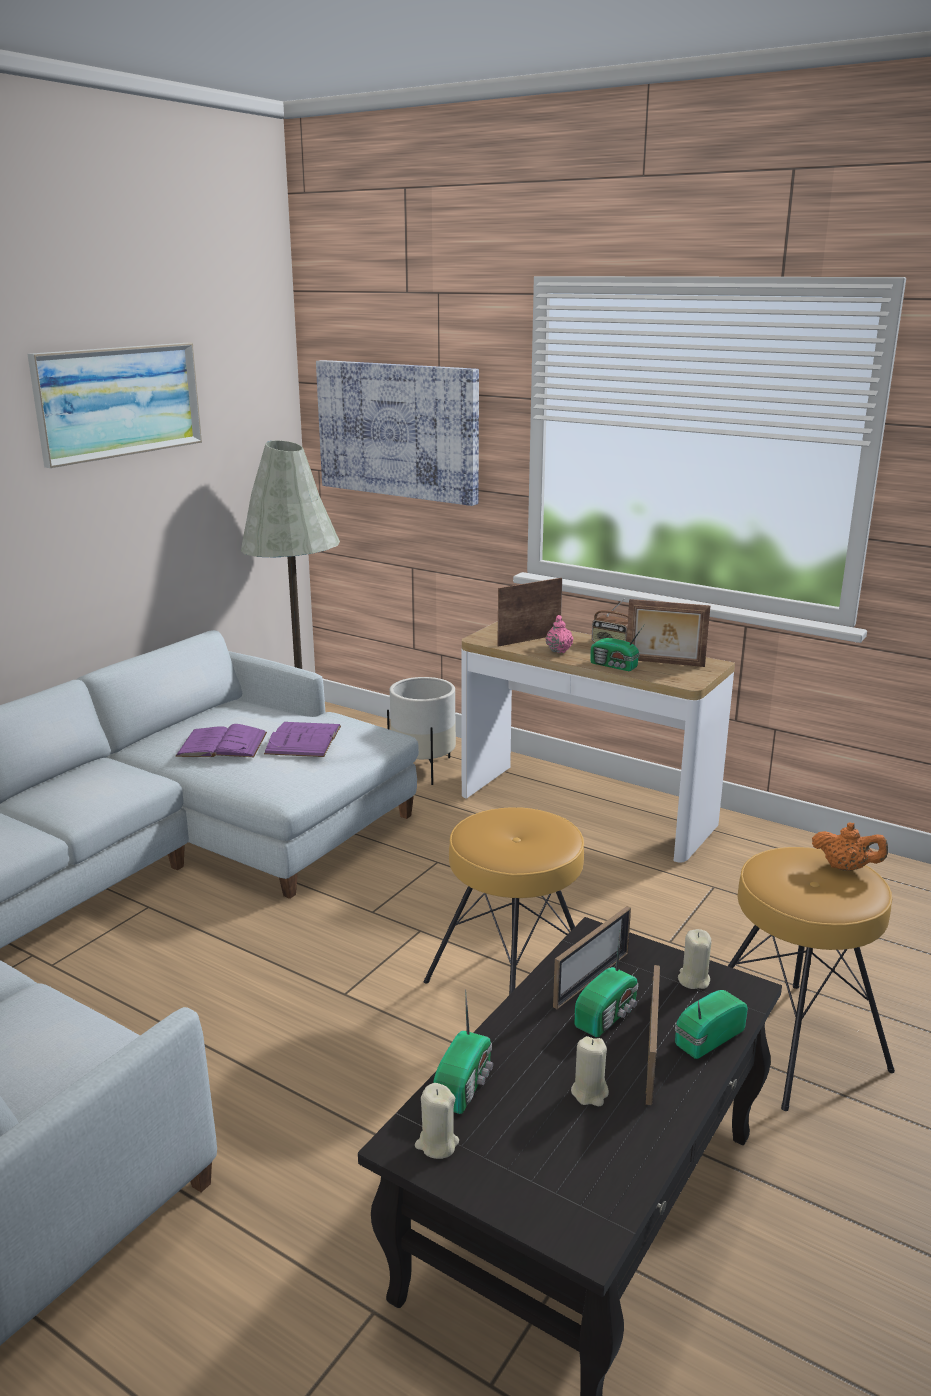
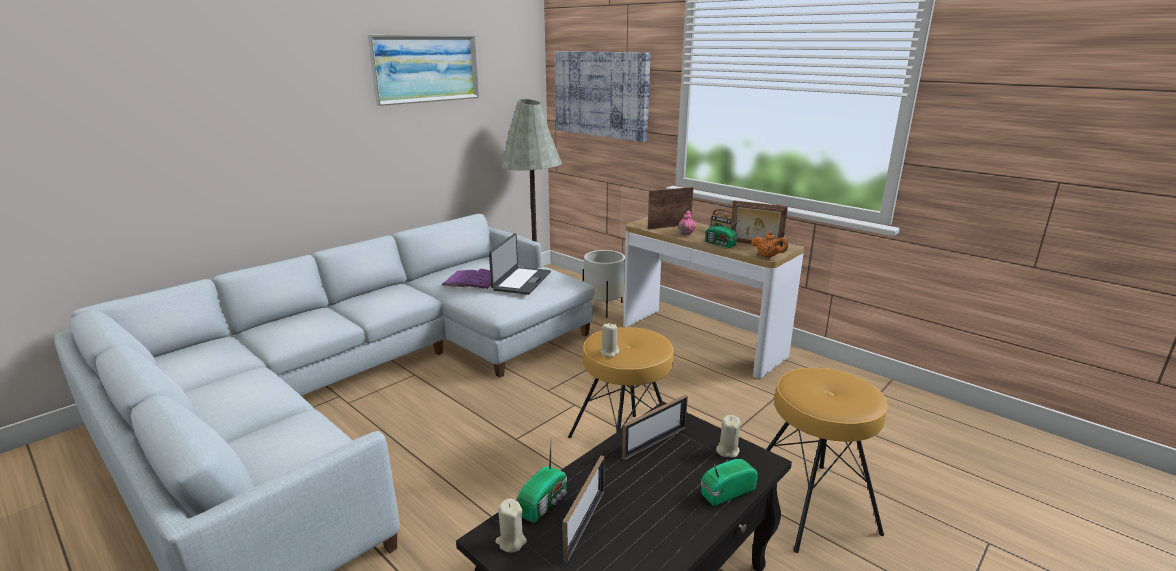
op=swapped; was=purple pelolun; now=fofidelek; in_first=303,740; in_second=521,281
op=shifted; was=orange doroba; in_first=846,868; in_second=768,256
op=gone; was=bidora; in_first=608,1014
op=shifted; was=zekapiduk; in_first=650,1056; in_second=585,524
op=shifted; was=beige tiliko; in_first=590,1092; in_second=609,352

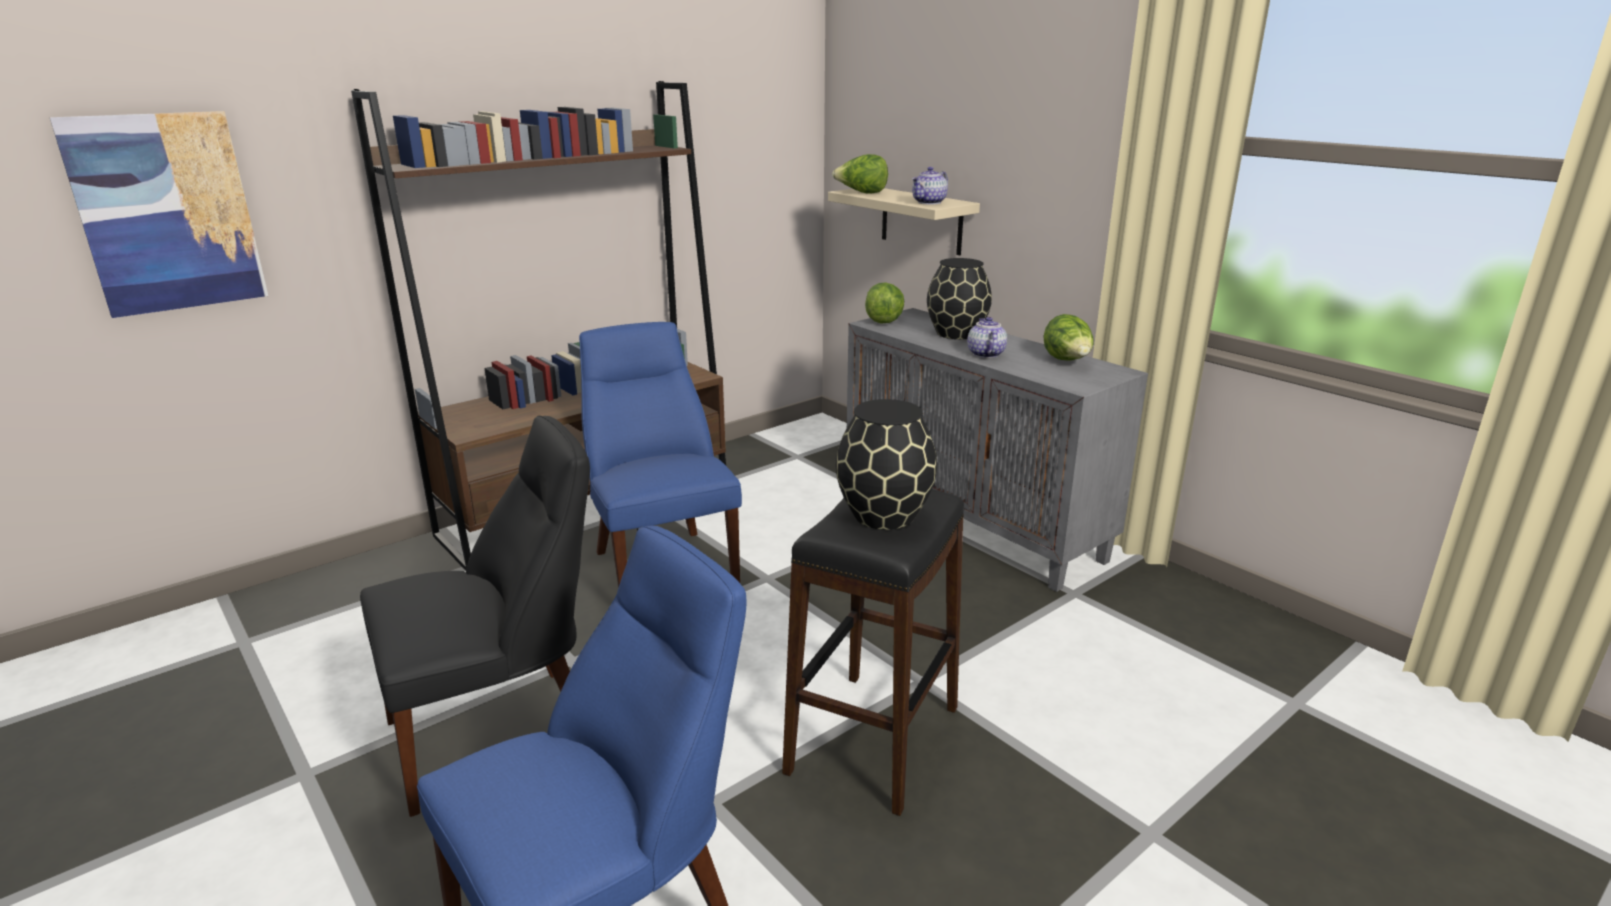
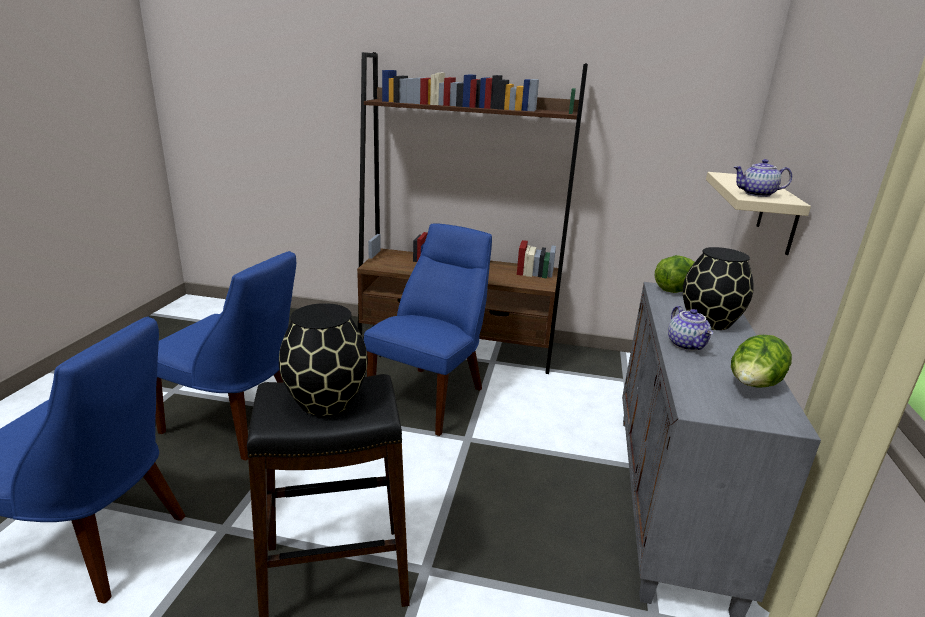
op=gone; was=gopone; in_first=167,213
op=gone; was=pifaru; in_first=862,193
op=rotated; was=doroba; in_first=984,354; in_second=687,345; clockwise=120
op=repainted; was=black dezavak; now=blue dezavak; in_first=502,732; in_second=238,424

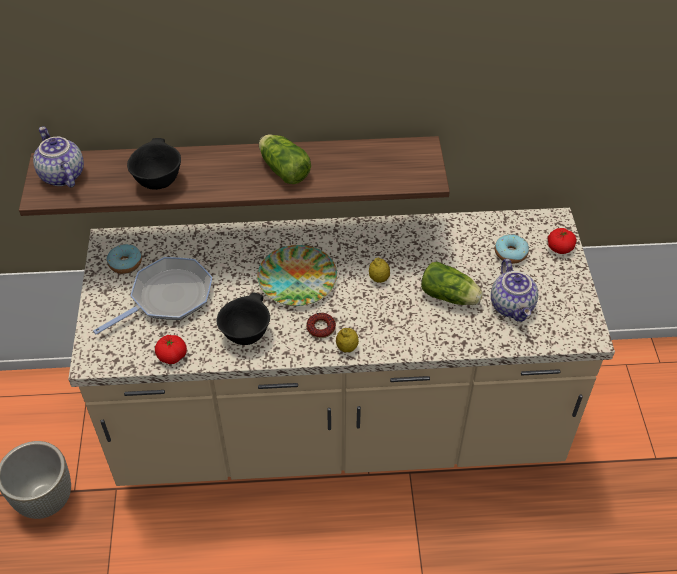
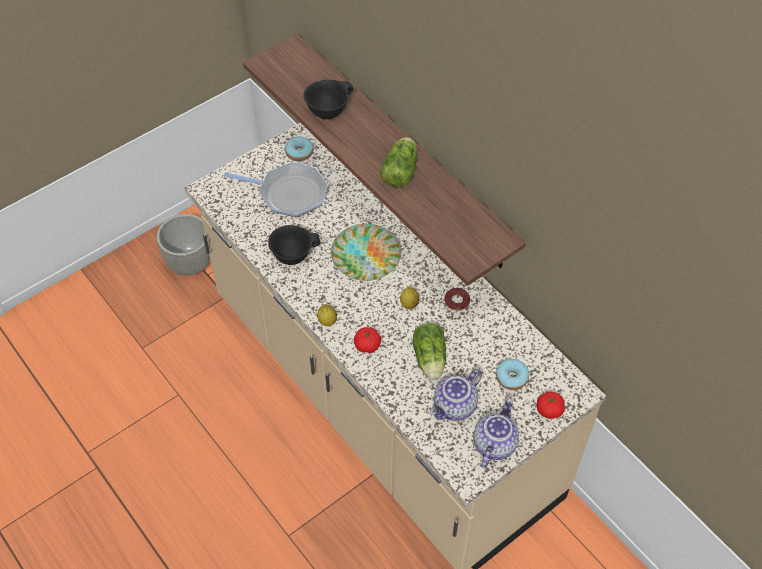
op=shifted; was=doroba; in_first=61,175; in_second=493,443
op=shifted; was=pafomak; in_first=321,328; in_second=457,301
op=shifted; was=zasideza; in_first=172,356; in_second=367,345

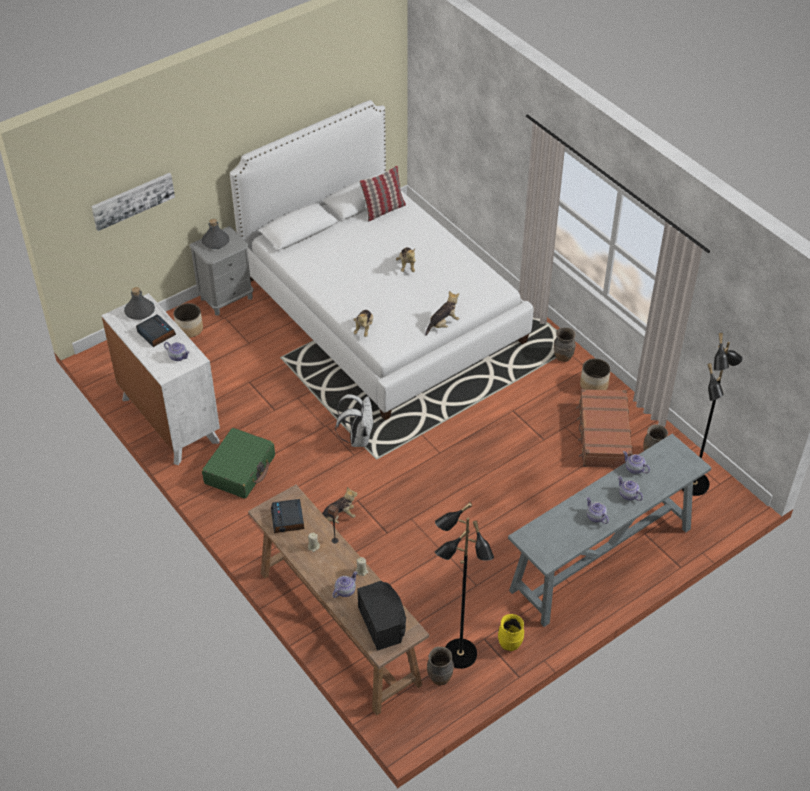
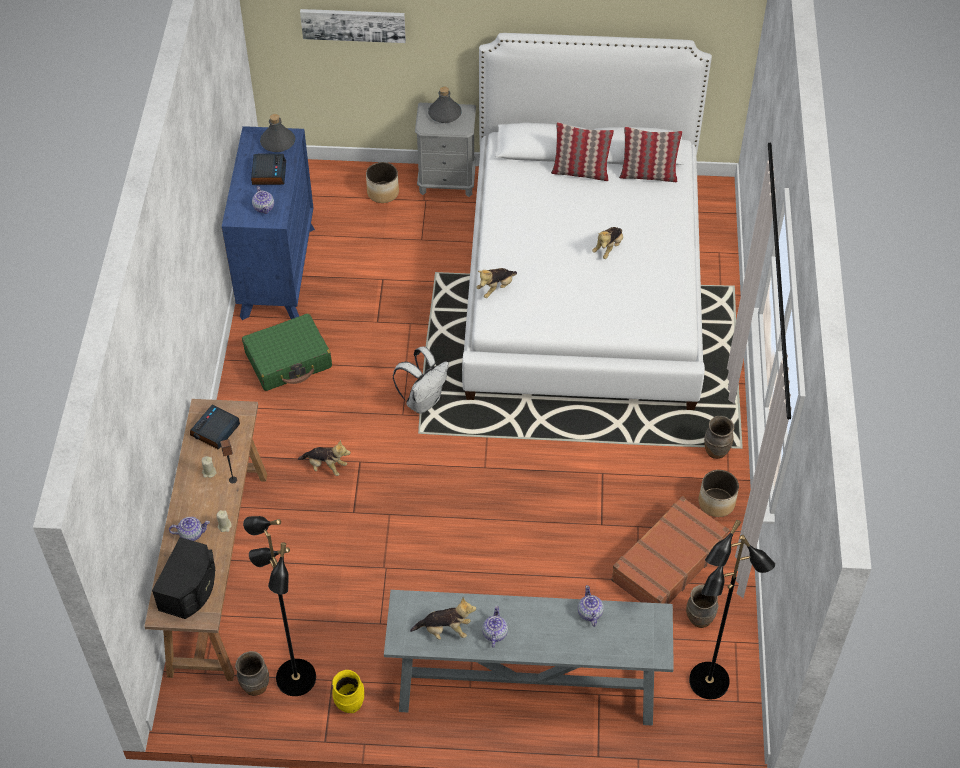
op=shifted; was=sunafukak; in_first=443,324; in_second=445,630
op=repainted; was=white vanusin; now=blue vanusin; in_first=170,420; in_second=277,272
op=gone; was=doroba; in_first=628,495
op=new; now=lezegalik; in_second=580,172

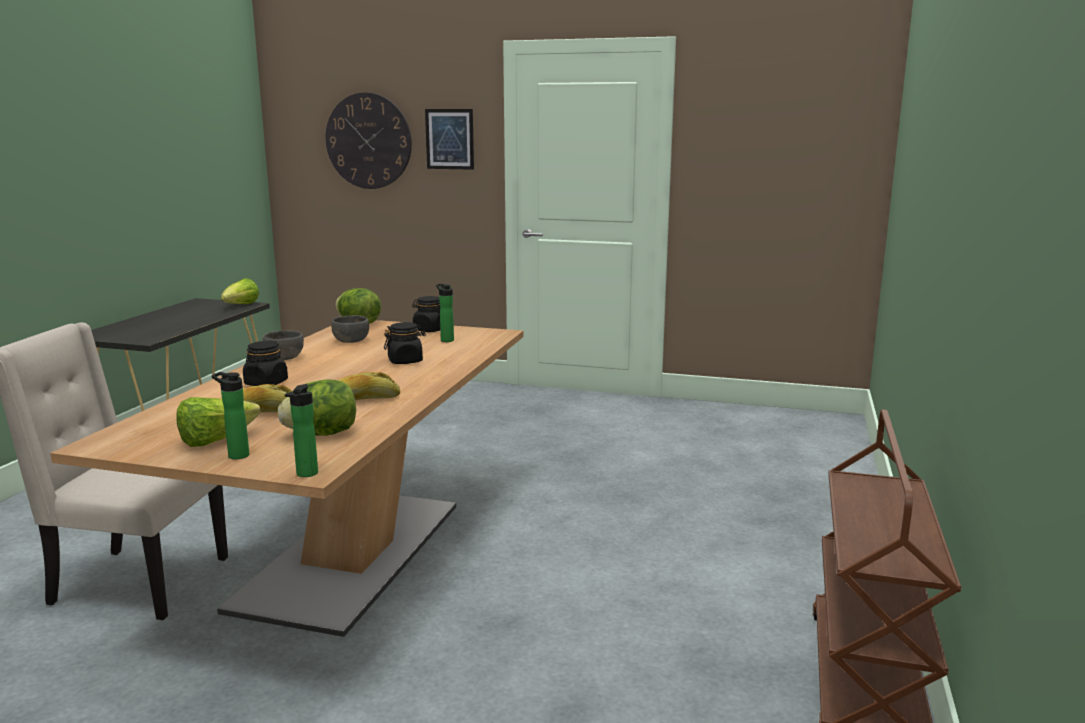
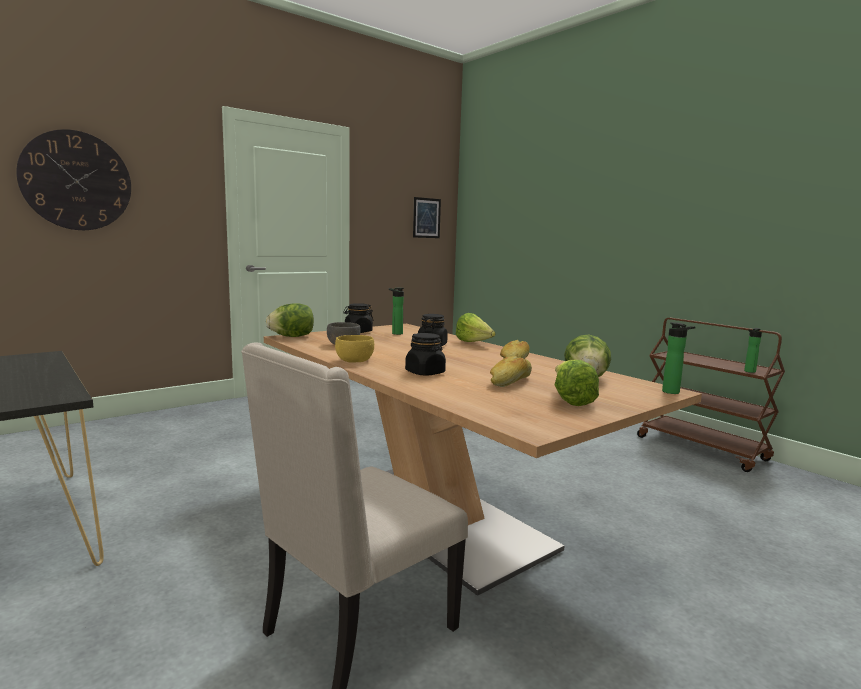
op=shifted; was=gopone; in_first=449,139; in_second=426,218
op=shifted; was=pifaru; in_first=241,305; in_second=474,343
op=repainted; was=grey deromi; now=yellow deromi; in_first=284,358; in_second=354,360
op=shifted; was=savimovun; in_first=236,455; in_second=749,371

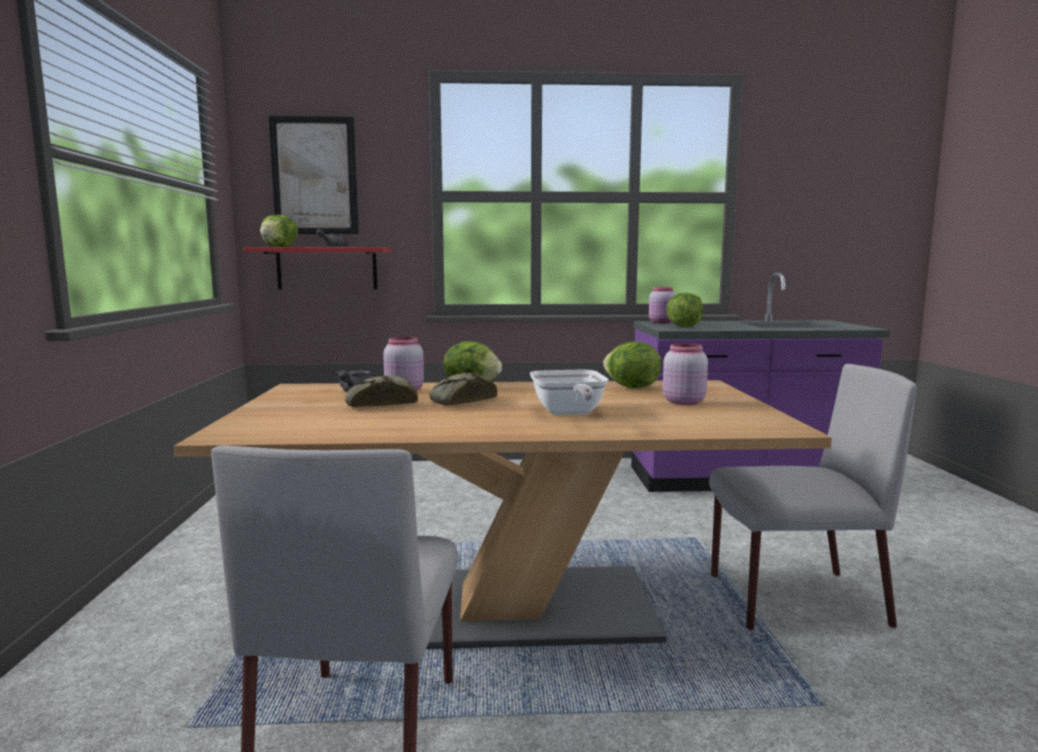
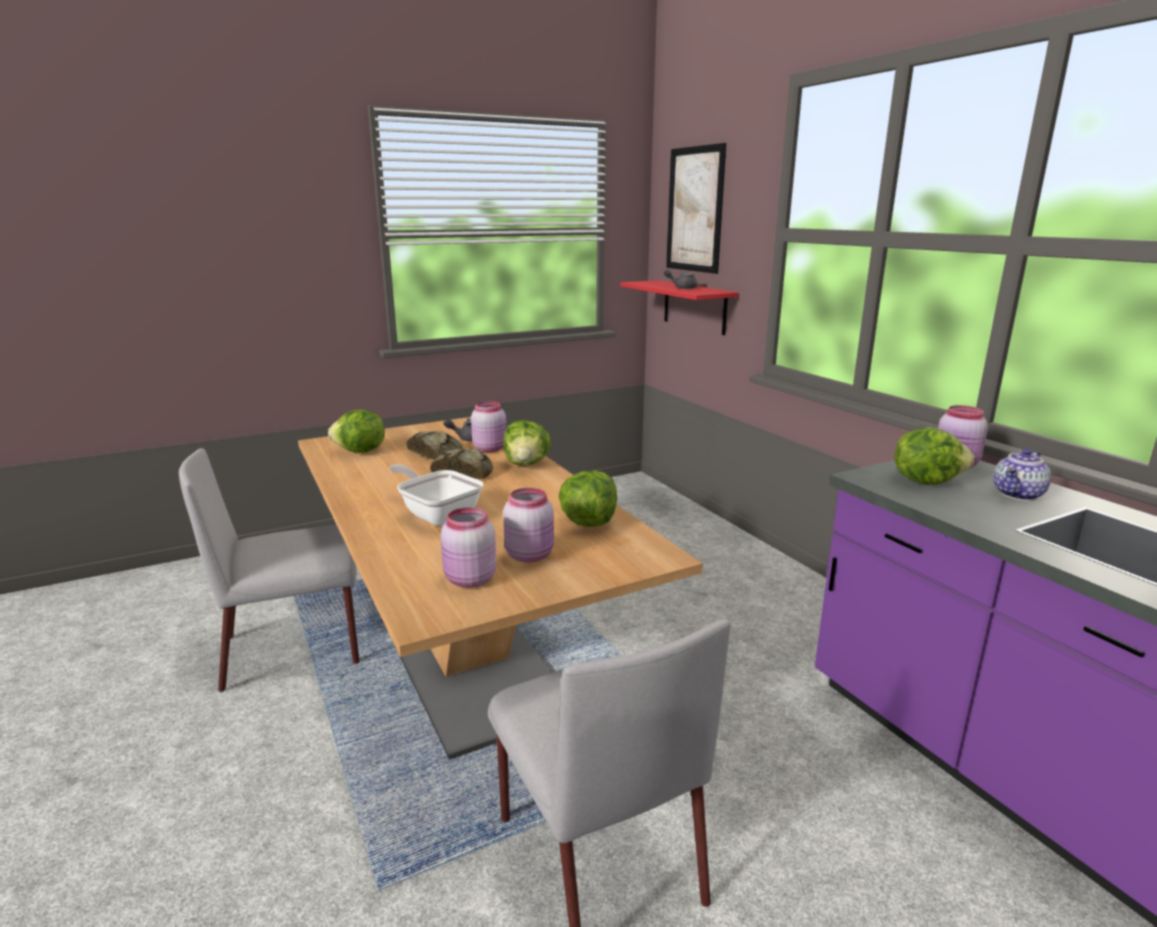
op=shifted; was=pifaru; in_first=280,247; in_second=360,451
op=rotated; was=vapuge; in_first=568,413; in_second=437,514; clockwise=75
op=new; now=doroba; in_second=1019,495
op=new; now=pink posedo; in_second=469,580

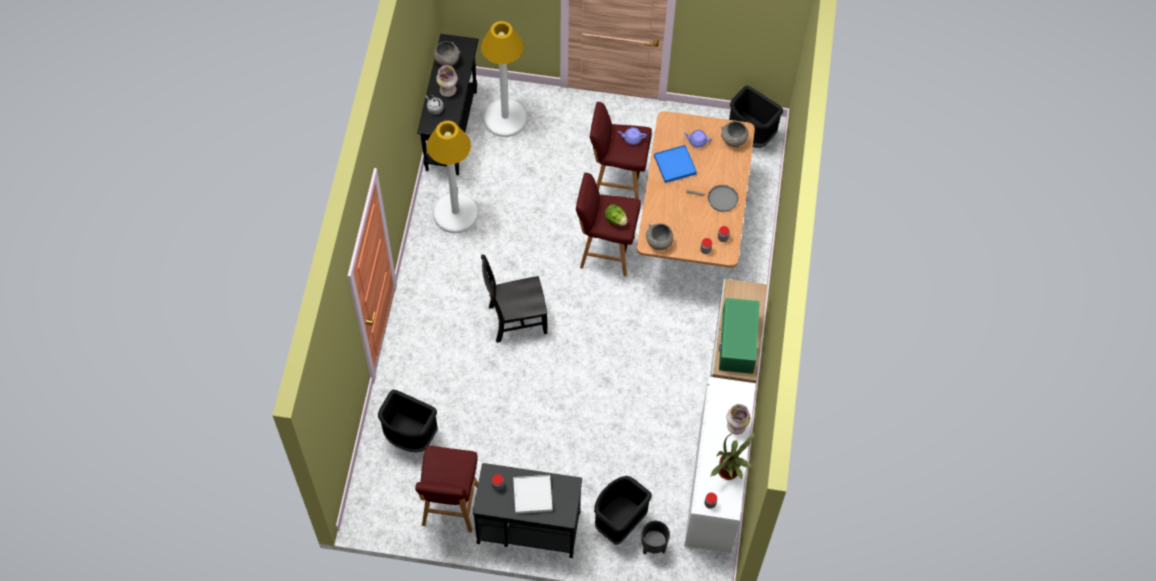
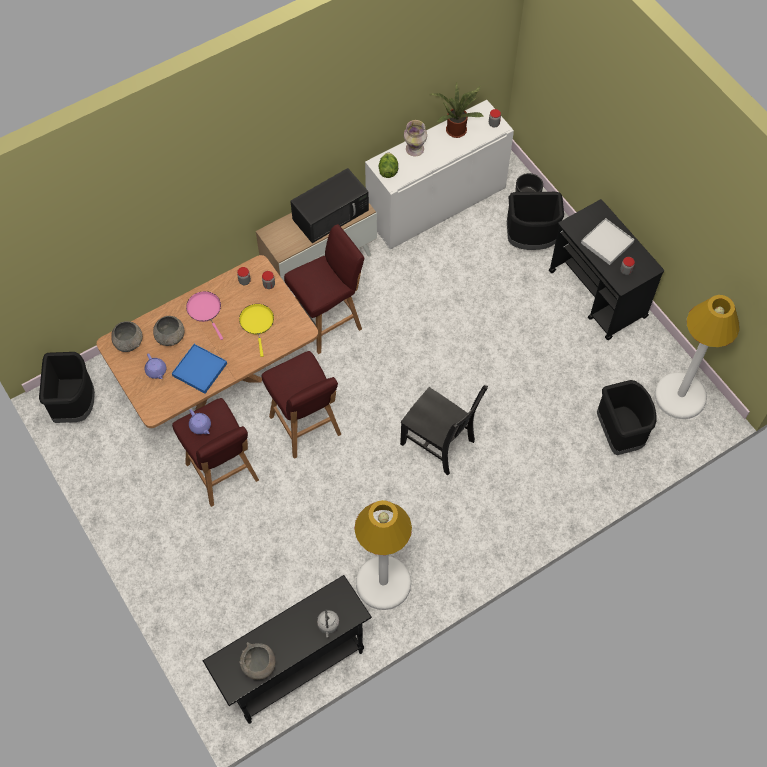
op=shifted; was=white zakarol; in_first=505,118; in_second=680,396
op=gone; was=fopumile; in_first=448,90
op=repainted; was=grey vapuge; now=pink vapuge; in_first=720,199; in_second=205,310
op=shifted; was=pifaru; in_first=615,220; in_second=388,171
op=shifted; was=grey deromi; in_first=659,243; in_second=171,338
op=repainted; was=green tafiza; now=black tafiza; in_first=738,343; in_second=331,214
op=shifted; was=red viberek; in_first=450,507; in_second=328,322
op=new; now=yellow vapuge; in_second=257,323

